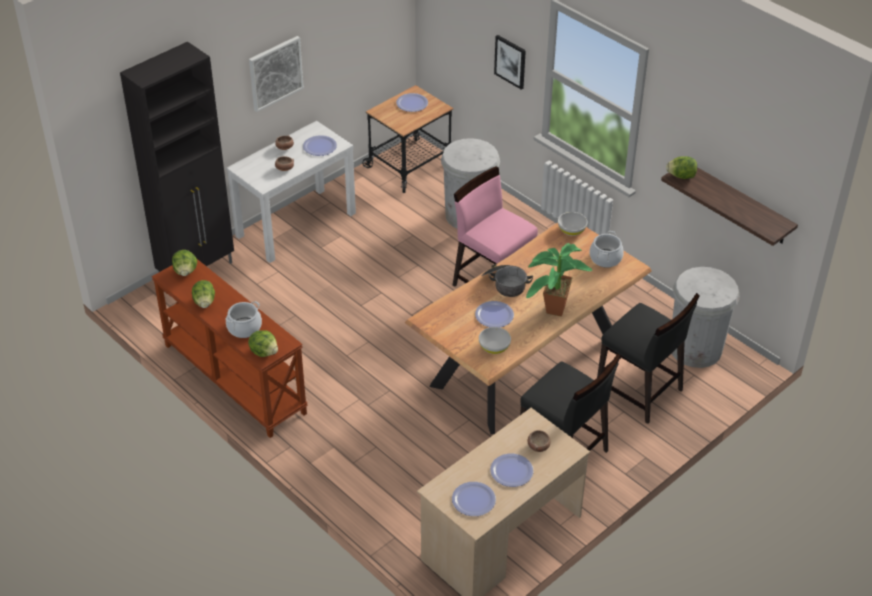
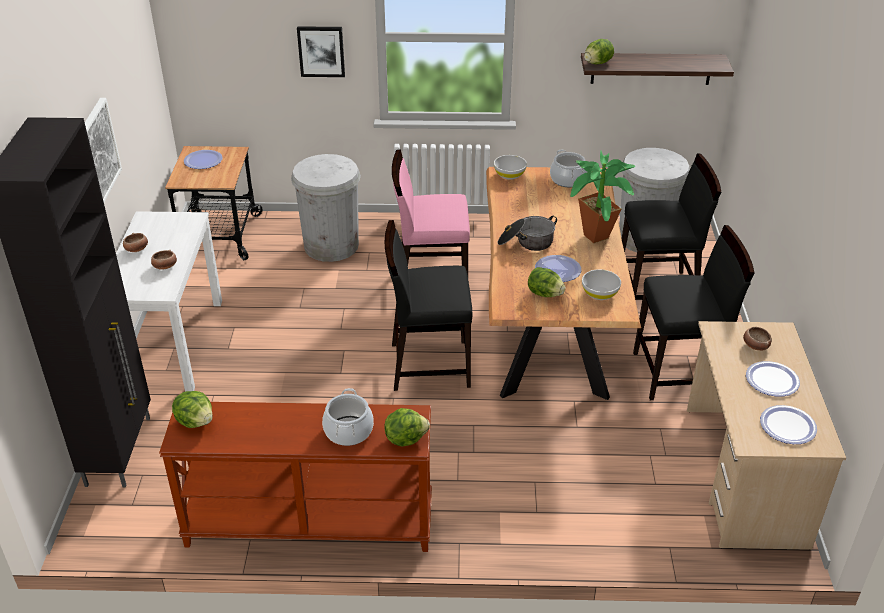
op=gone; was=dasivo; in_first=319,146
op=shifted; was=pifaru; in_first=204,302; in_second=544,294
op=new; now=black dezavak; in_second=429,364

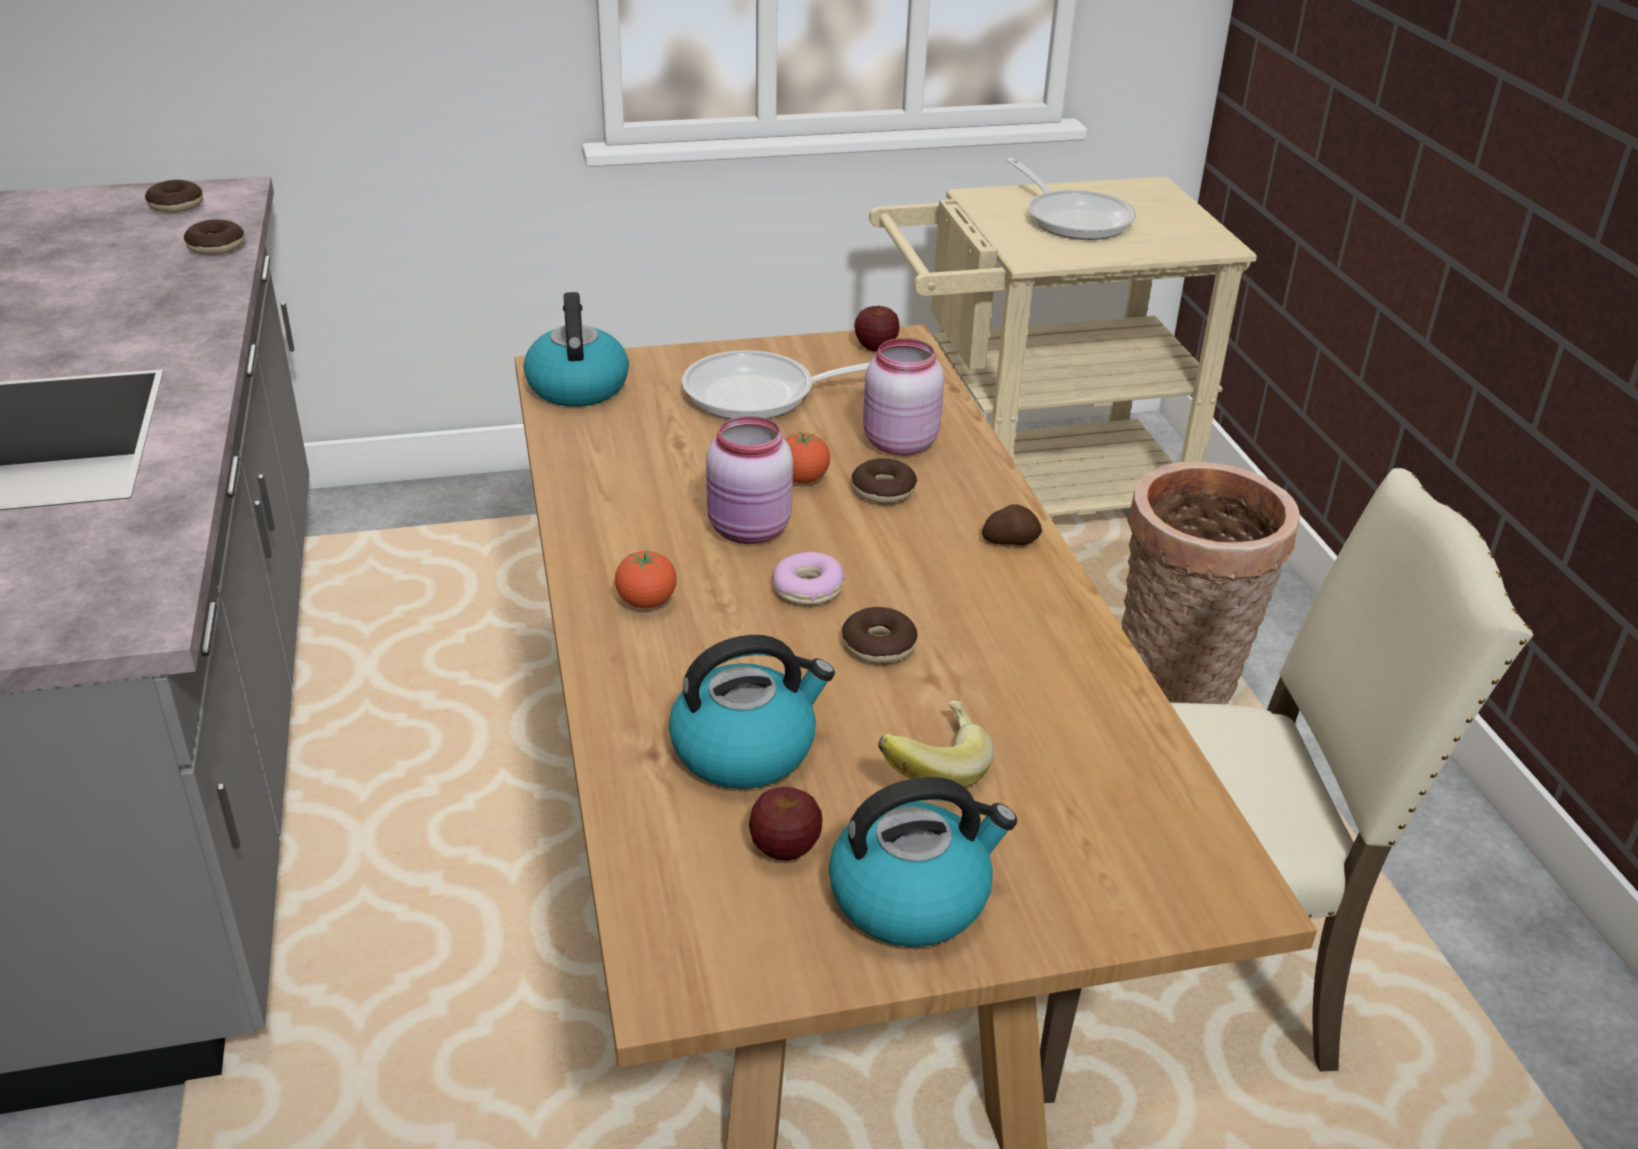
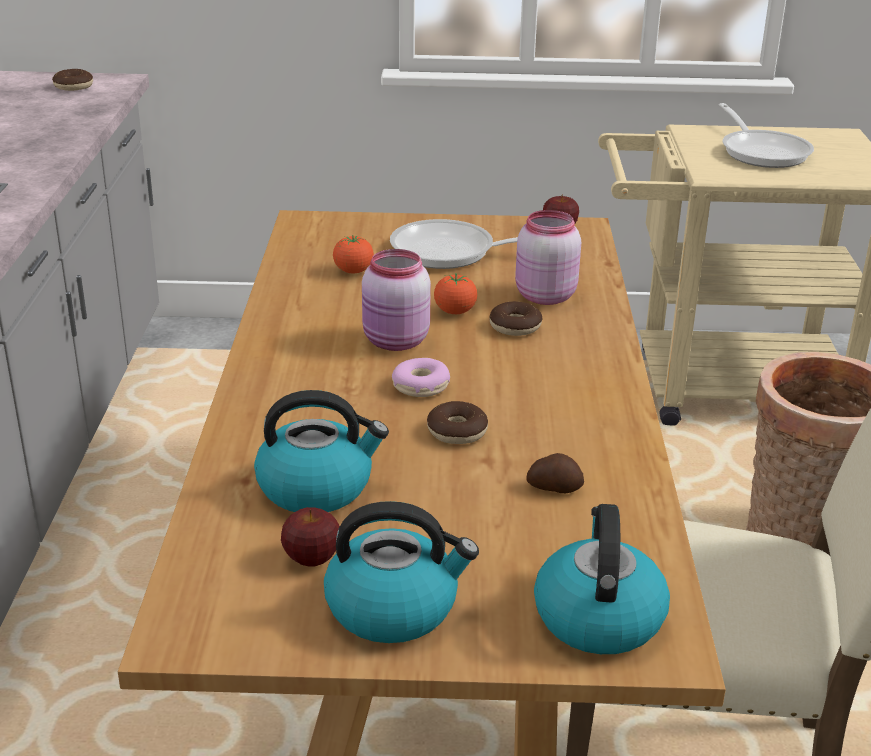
op=gone; was=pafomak; in_first=216,246
op=shifted; was=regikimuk; in_first=577,386; in_second=598,616
op=shifted; was=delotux; in_first=1010,540; in_second=554,487
op=shifted; was=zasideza; in_first=646,602; in_second=353,271
op=gone; was=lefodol; in_first=930,767

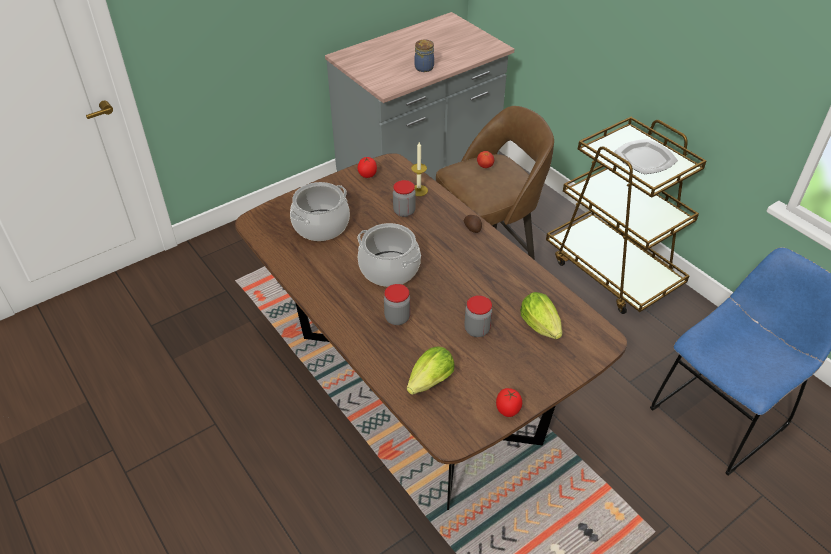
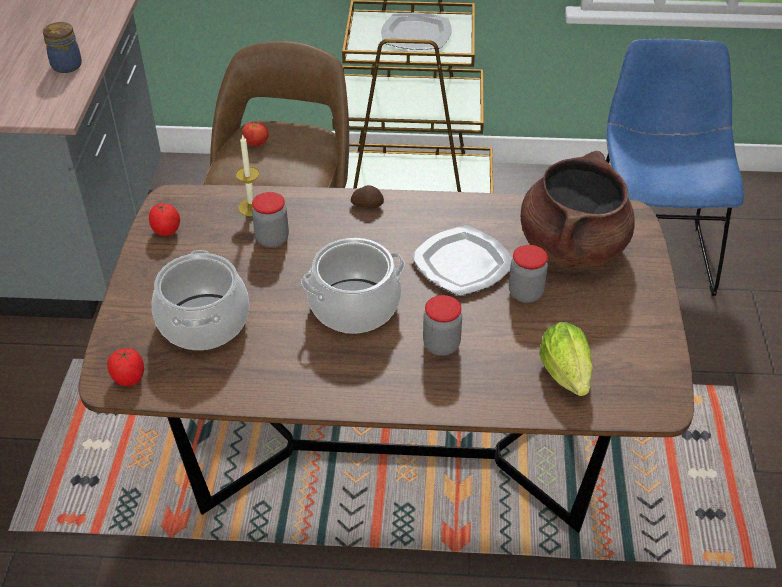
op=swapped; was=pifaru; now=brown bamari; in_first=542,328; in_second=572,246
op=shifted; was=zasideza; in_first=507,410; in_second=129,379
op=new; now=dasivo; in_second=462,262

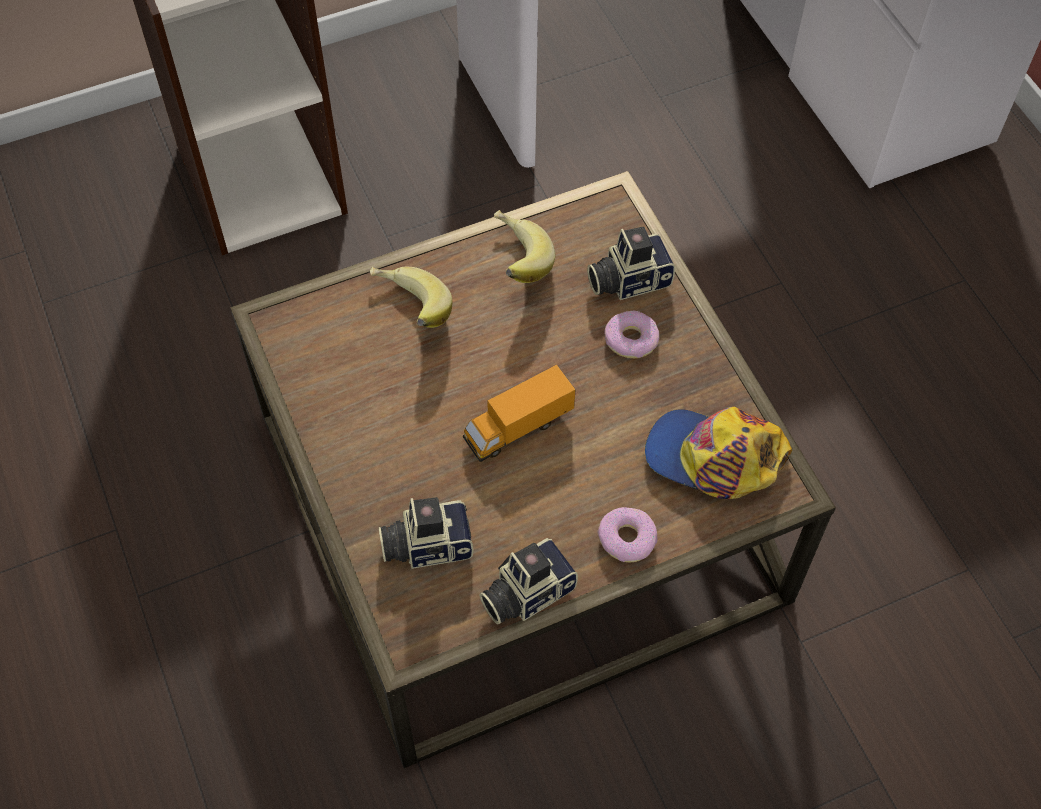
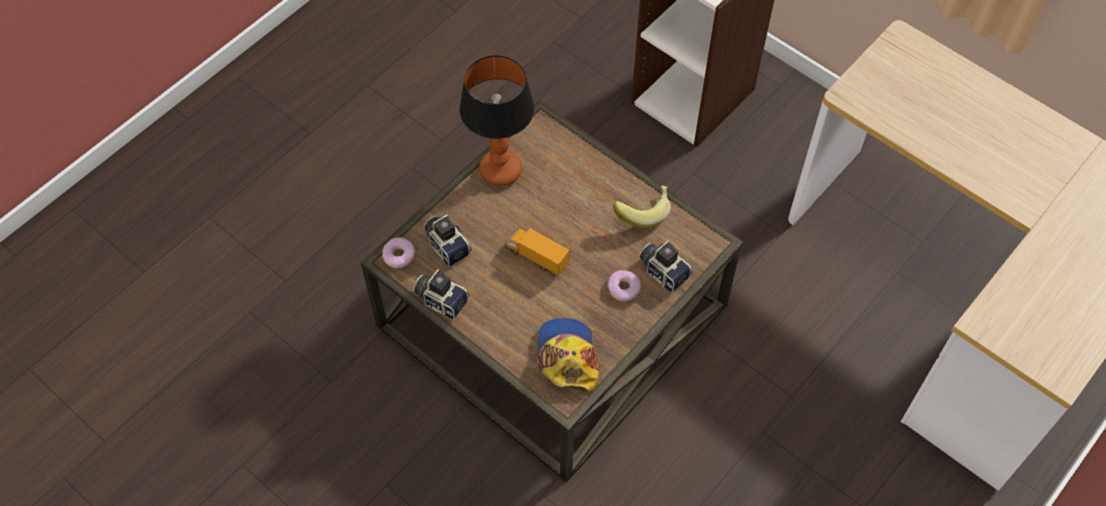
op=gone; was=lefodol; in_first=408,311
op=shifted; was=pafomak; in_first=627,538; in_second=399,255
op=new; now=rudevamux; in_second=501,170

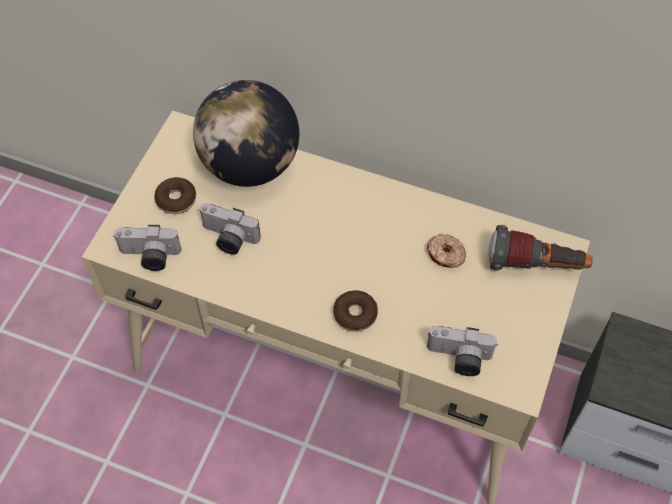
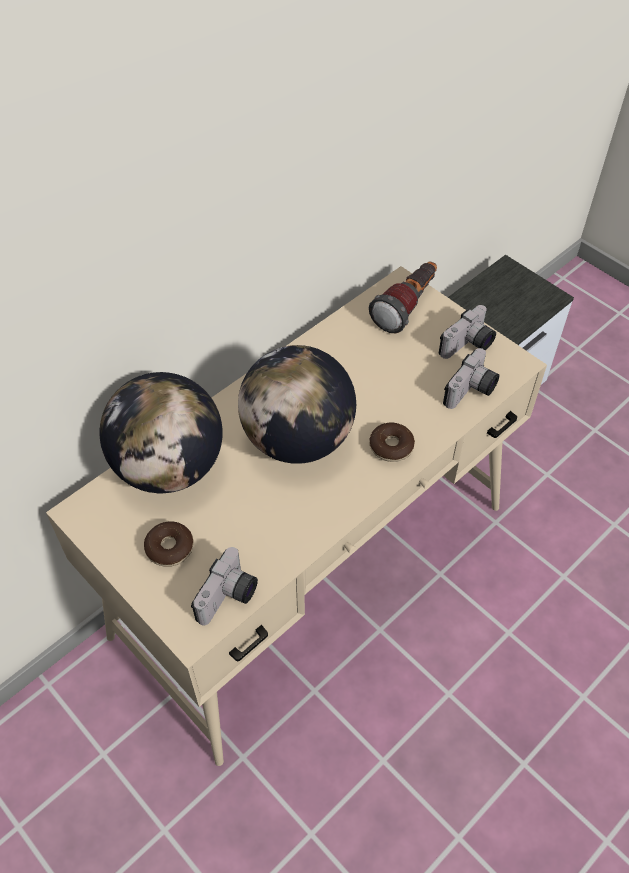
op=shifted; was=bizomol; in_first=228,239; in_second=468,346
op=gone; was=pafomak; in_first=445,255
op=new; now=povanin; in_second=297,439

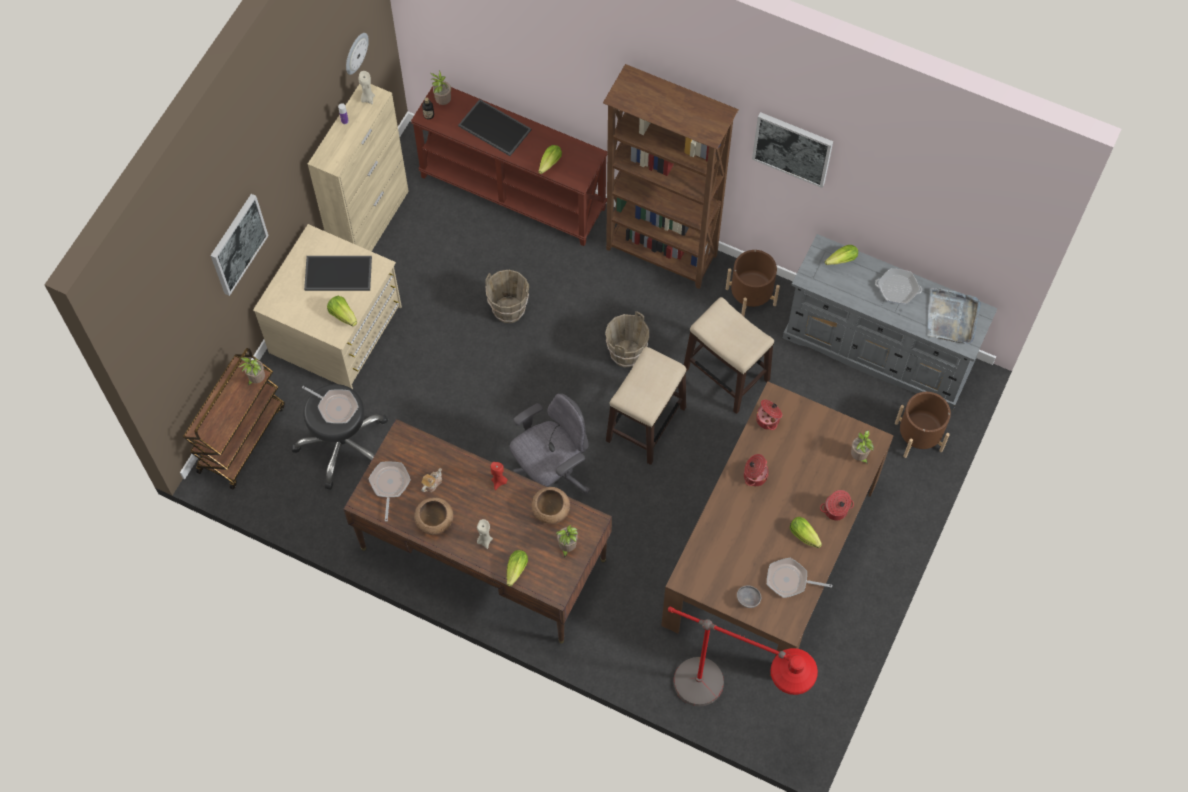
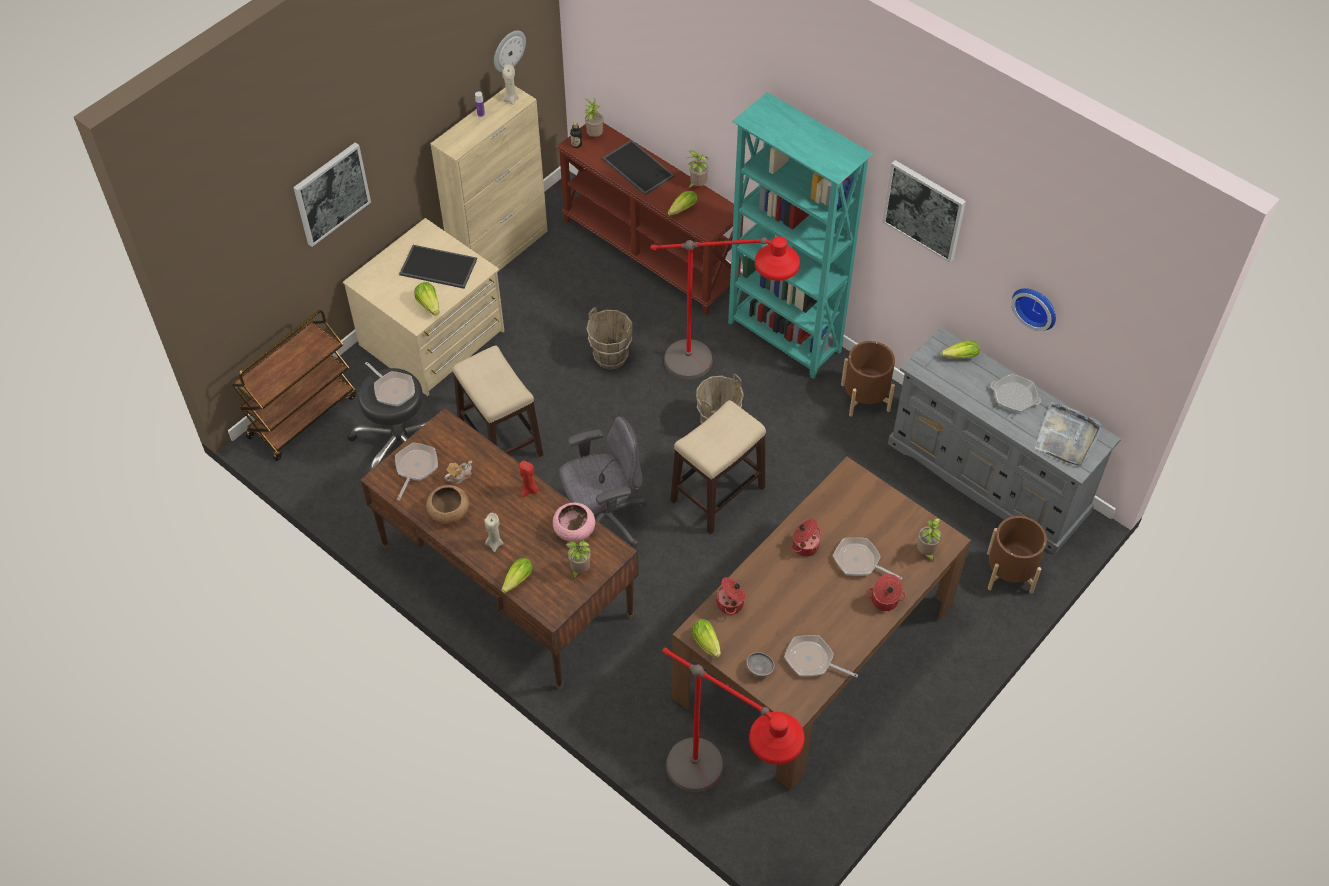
op=repainted; was=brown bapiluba; now=turquoise bapiluba; in_first=662,253; in_second=784,338
op=shifted; was=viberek; in_first=726,375; in_second=501,441
op=shifted; was=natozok; in_first=256,379; in_second=697,185
op=shifted; was=bamari; in_first=768,419; in_second=731,603
op=repainted; was=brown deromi; now=pink deromi; in_first=550,511; in_second=574,530
op=shifted; was=pifaru; in_first=805,537; in_second=707,644
op=new; now=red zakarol; in_second=719,372
op=new; now=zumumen; in_second=1036,306
op=new; now=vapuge; in_second=859,561

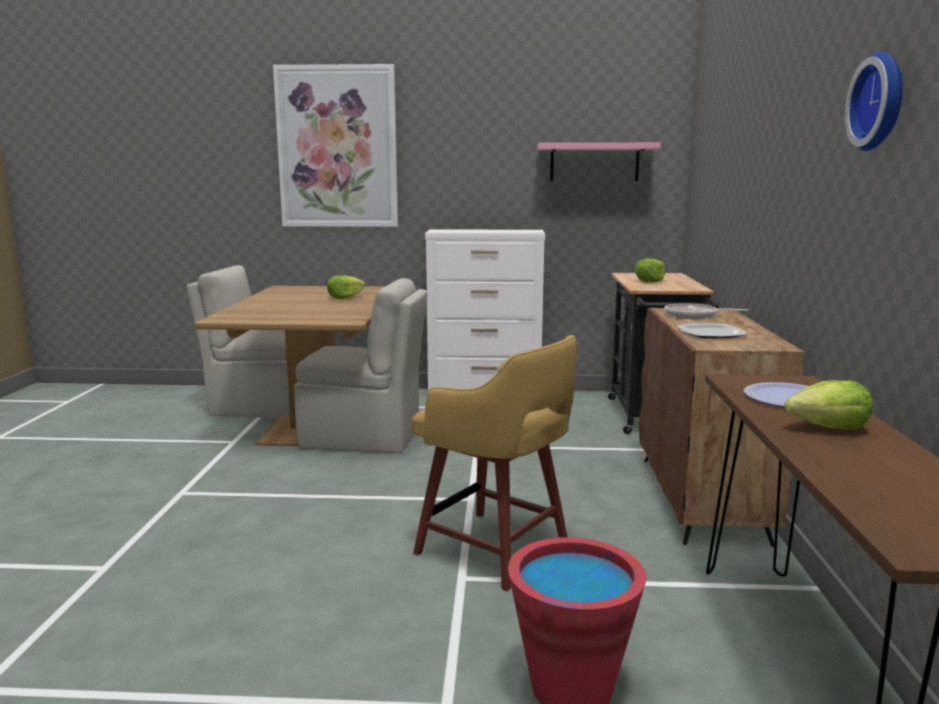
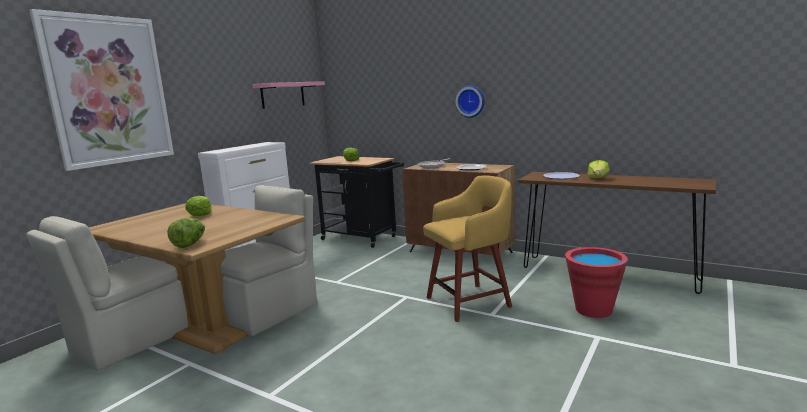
op=shifted; was=zumumen; in_first=882,102; in_second=471,101
op=new; now=pifaru; in_second=190,244

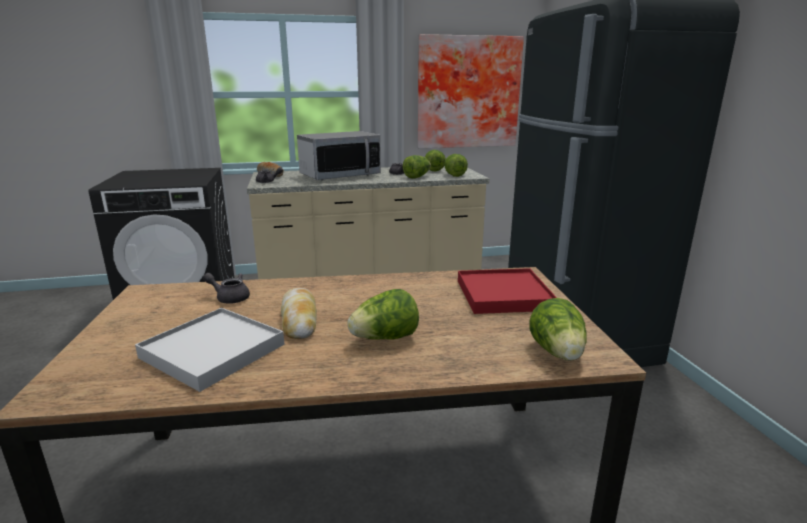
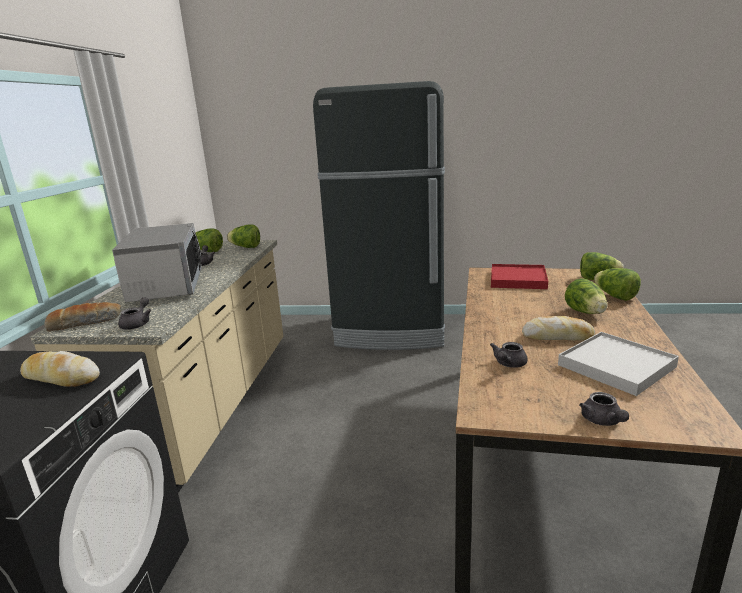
op=gone; was=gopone; in_first=467,93
op=shifted; was=pifaru; in_first=417,177; in_second=615,296
op=new; now=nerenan; in_second=61,378
op=new; now=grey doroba; in_second=603,421

